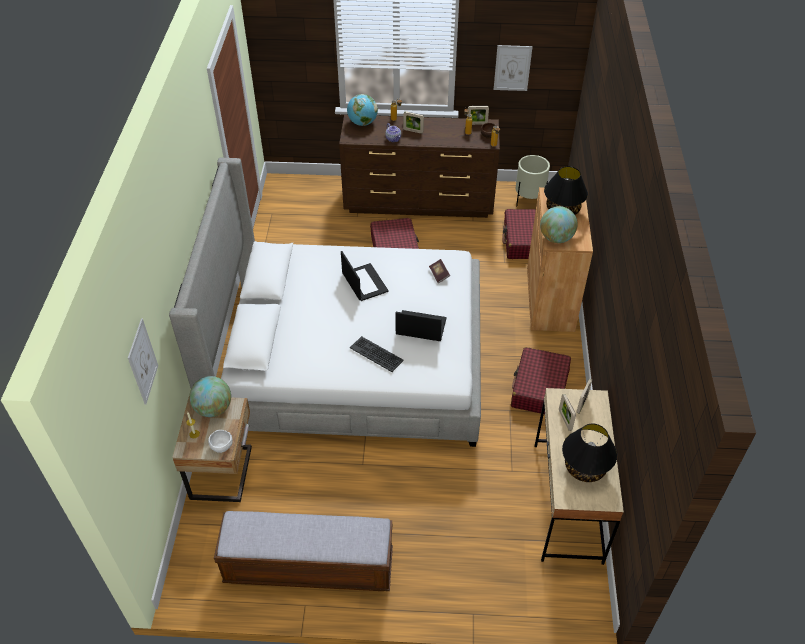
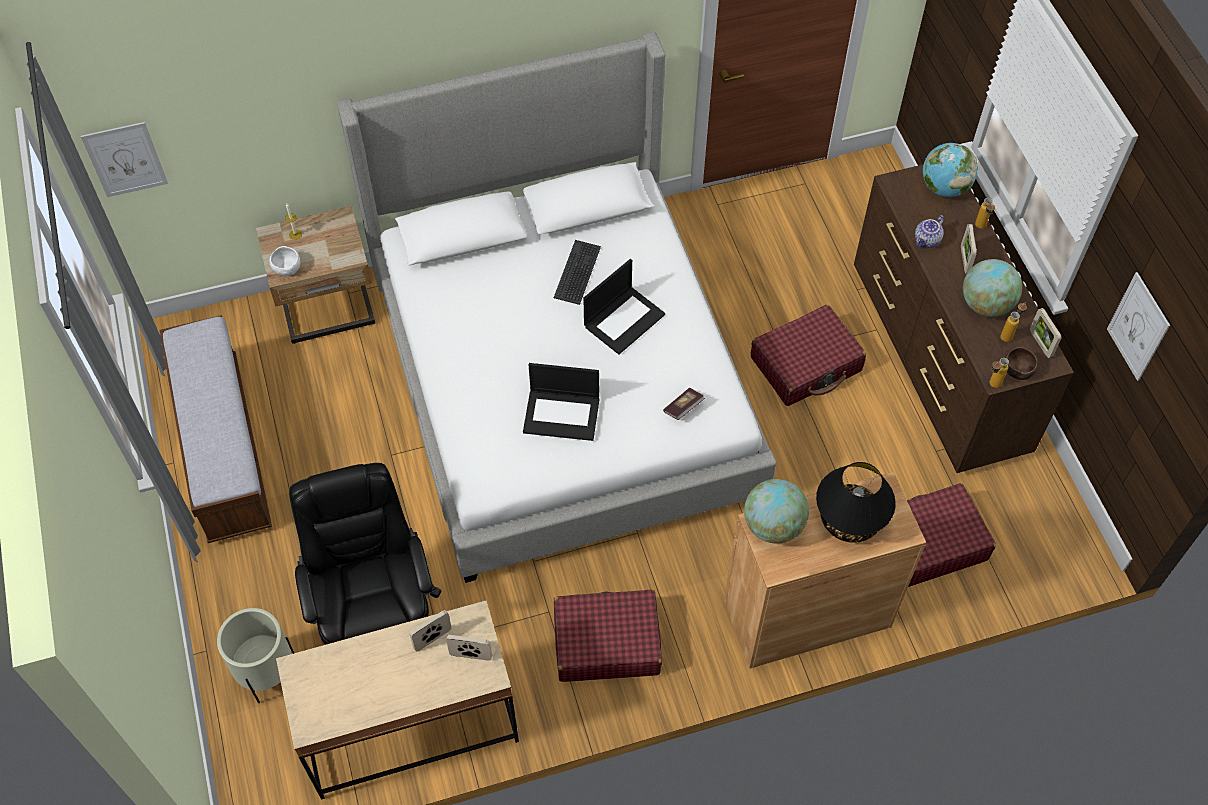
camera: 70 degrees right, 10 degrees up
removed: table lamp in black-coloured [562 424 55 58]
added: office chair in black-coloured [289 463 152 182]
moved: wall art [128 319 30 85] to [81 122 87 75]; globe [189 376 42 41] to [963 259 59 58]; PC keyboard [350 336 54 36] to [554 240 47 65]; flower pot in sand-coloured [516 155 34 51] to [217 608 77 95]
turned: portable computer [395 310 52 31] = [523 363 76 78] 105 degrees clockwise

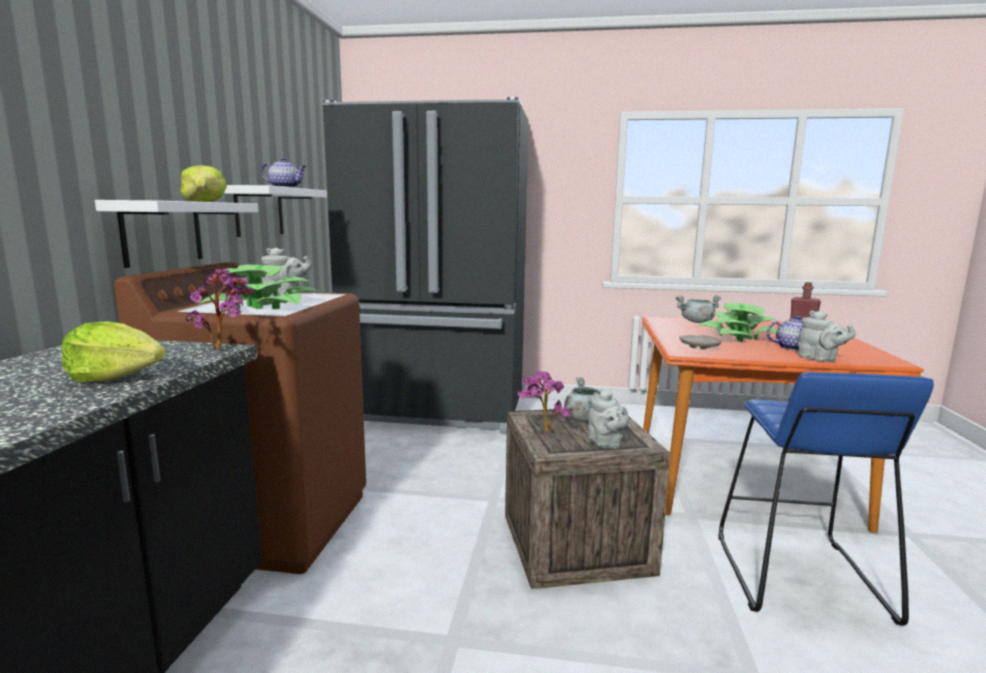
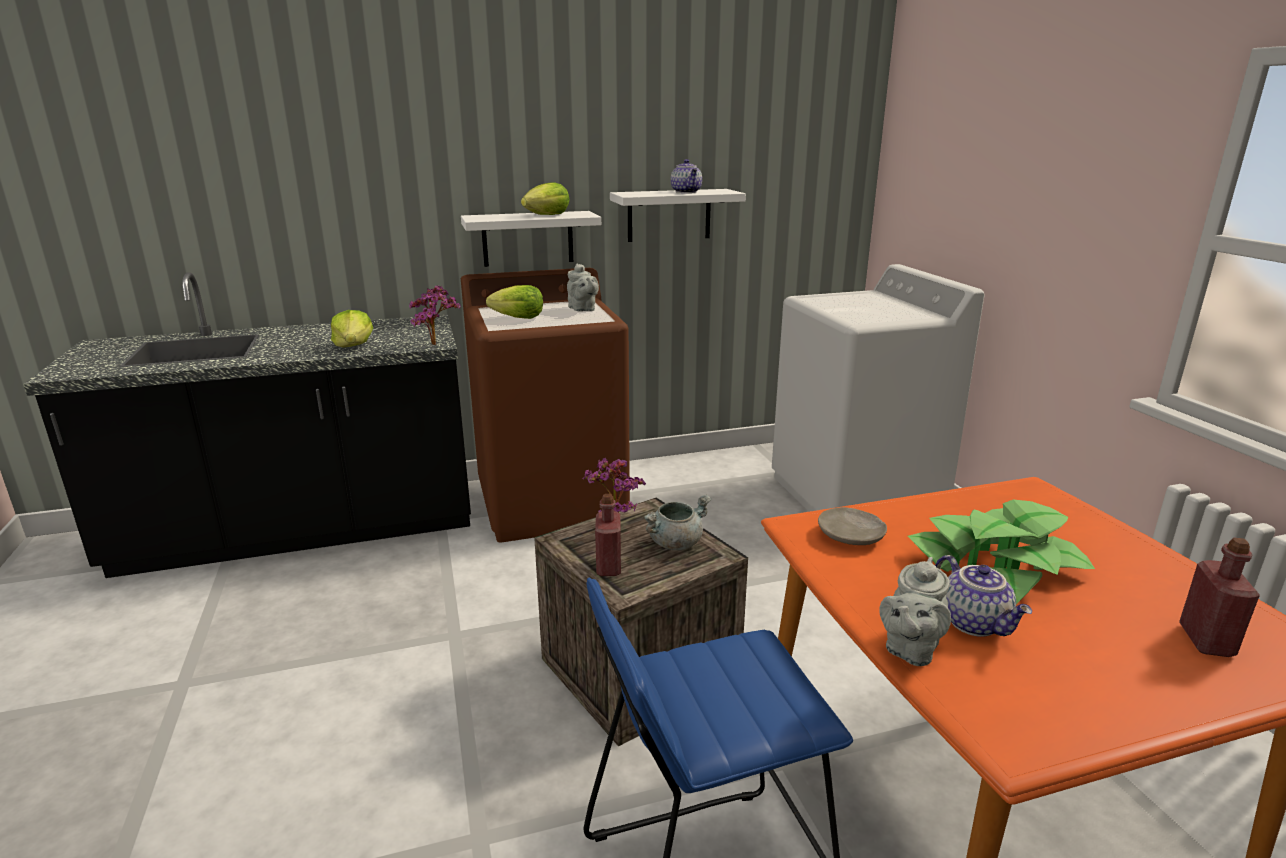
camera: 65 degrees right, 10 degrees up
removed: stockpot in gray [676 295 45 28]
replaced: houseplant [199 265 119 44] to head of lettuce [486 285 57 34]; kitchen fridge in black-coloured [322 97 207 336] to washing machine in whitish [772 264 212 248]; teapot in gray [588 388 41 60] to bottle in reddish [595 494 26 82]

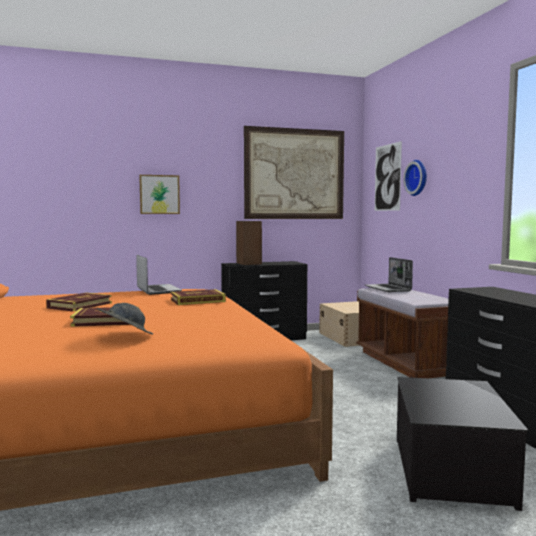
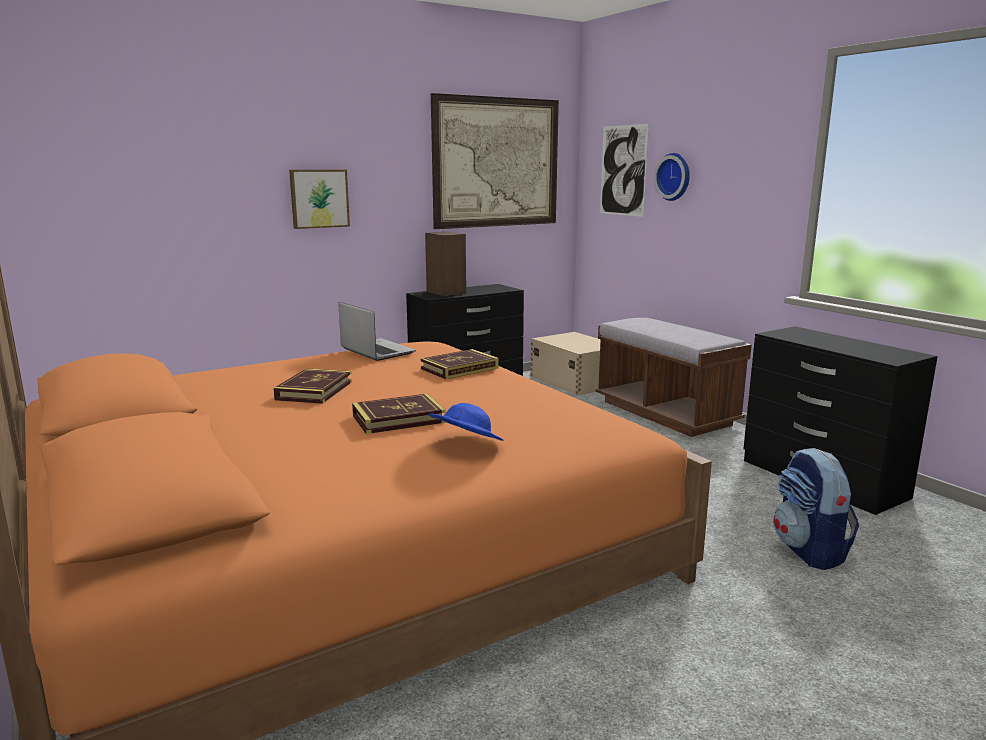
camera: 15 degrees left, 10 degrees up
removed: portable computer [365 257 48 35]
replaced: storage box [397 377 131 134] to knapsack [773 448 86 122]
recoloured: clothing hat in gray [97 303 56 32] to clothing hat in blue [429 403 75 38]

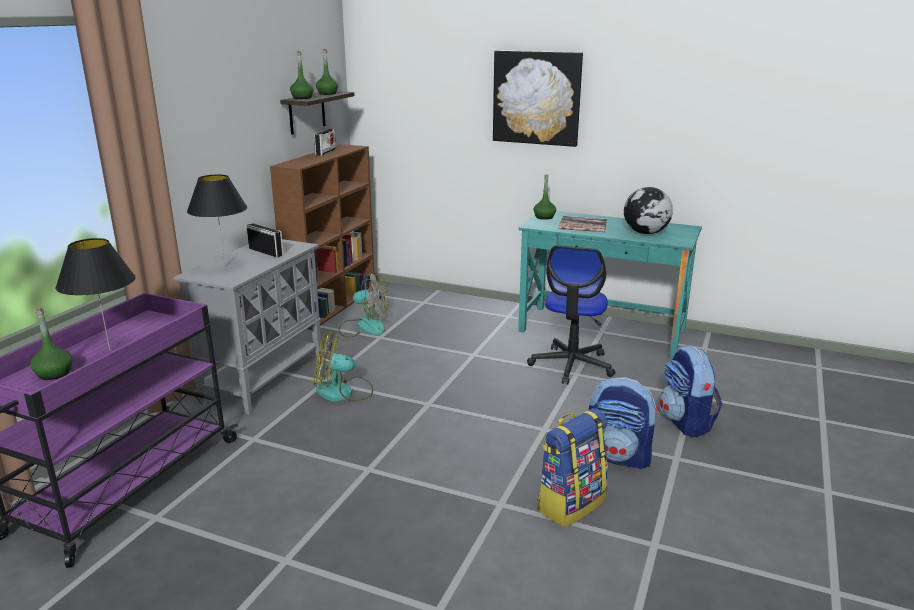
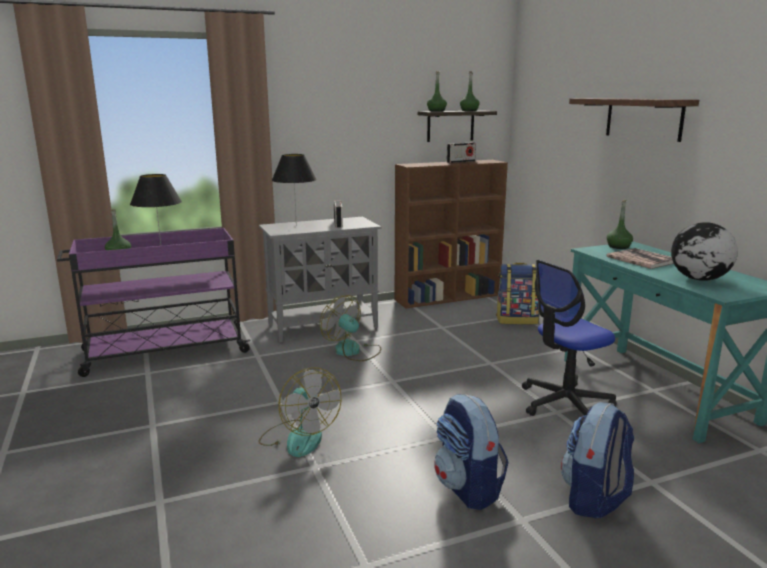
camera: 45 degrees right, 5 degrees down
moved: cooling fan [339 272 49 66] to [258 367 84 90]; knapsack [537 408 71 119] to [496 263 44 62]
replaced: wall art [493 50 90 97] to bracket shelf [569 98 130 44]

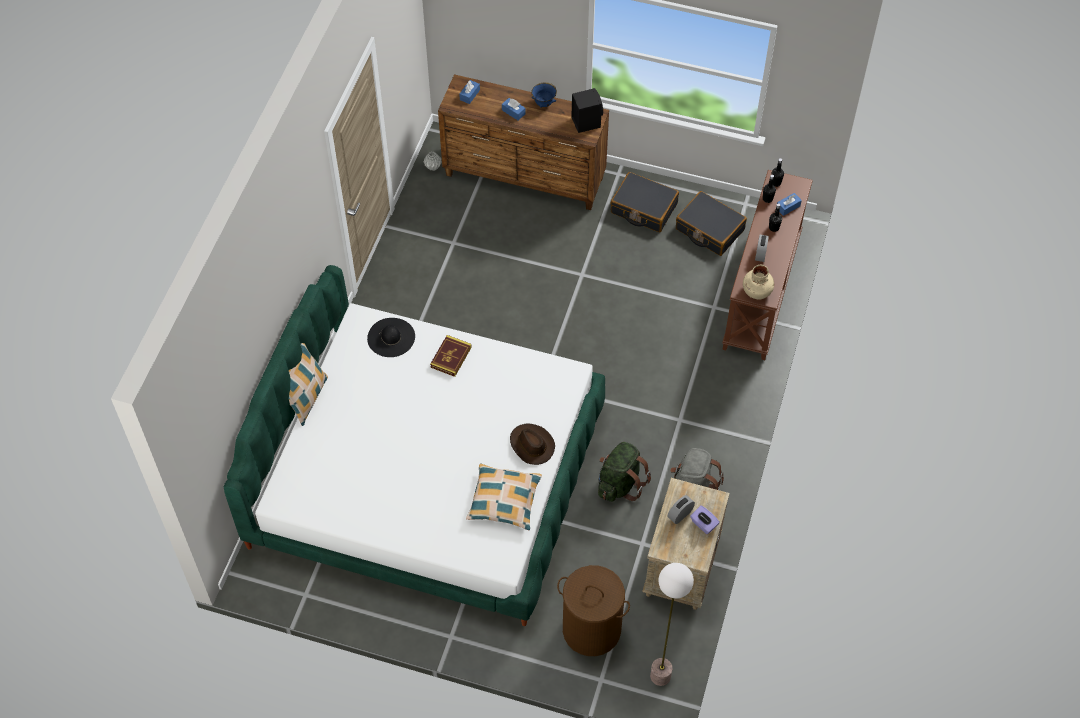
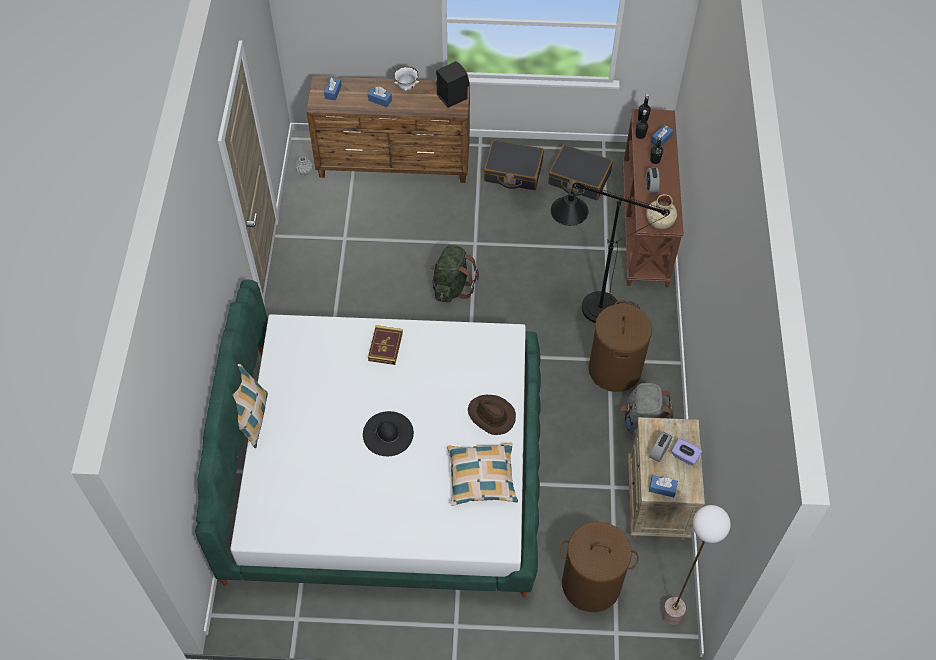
camera: 15 degrees left, 0 degrees up
added: floor lamp in black-coloured [551 182 119 141]; laundry basket in brown-coloured [588 300 64 92]; box of tissues in blue [649 475 29 23]
moved: clothing hat in black-coloured [367 318 48 39] to [363 411 51 45]; knapsack in greenish [598 442 53 60] to [430 245 49 58]
recoloured: bowl in blue [531 82 26 26] to bowl in whitish [394 66 25 25]

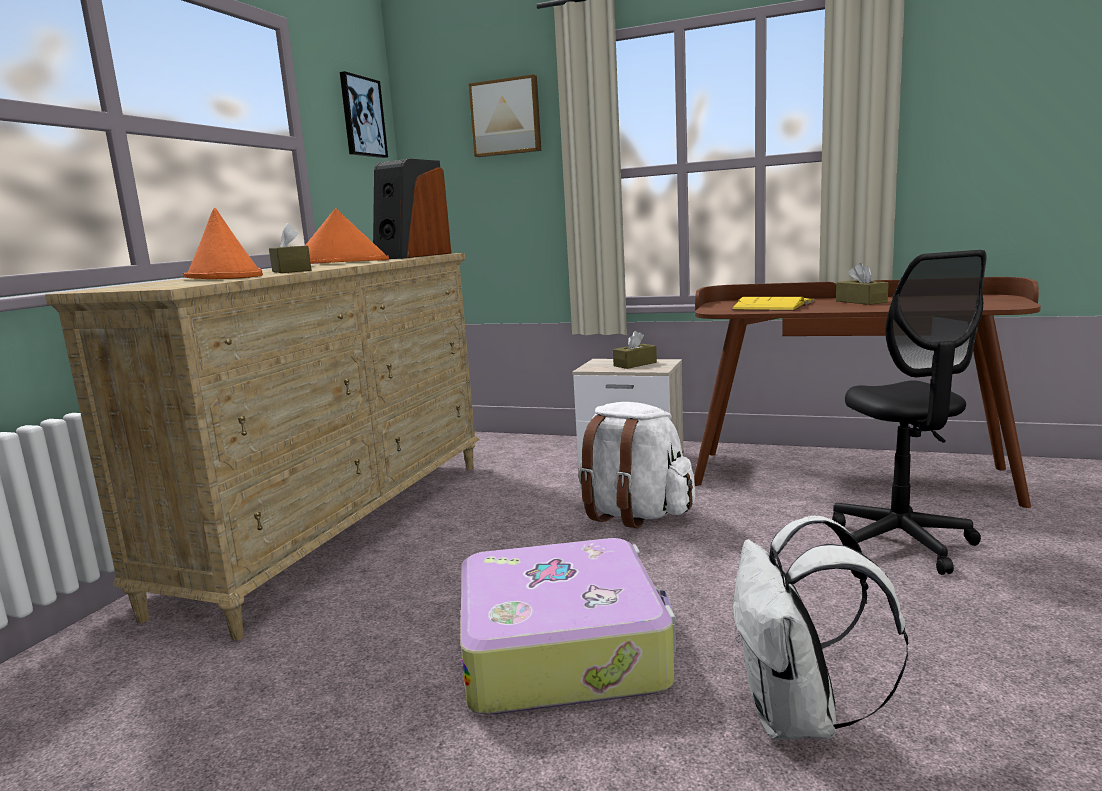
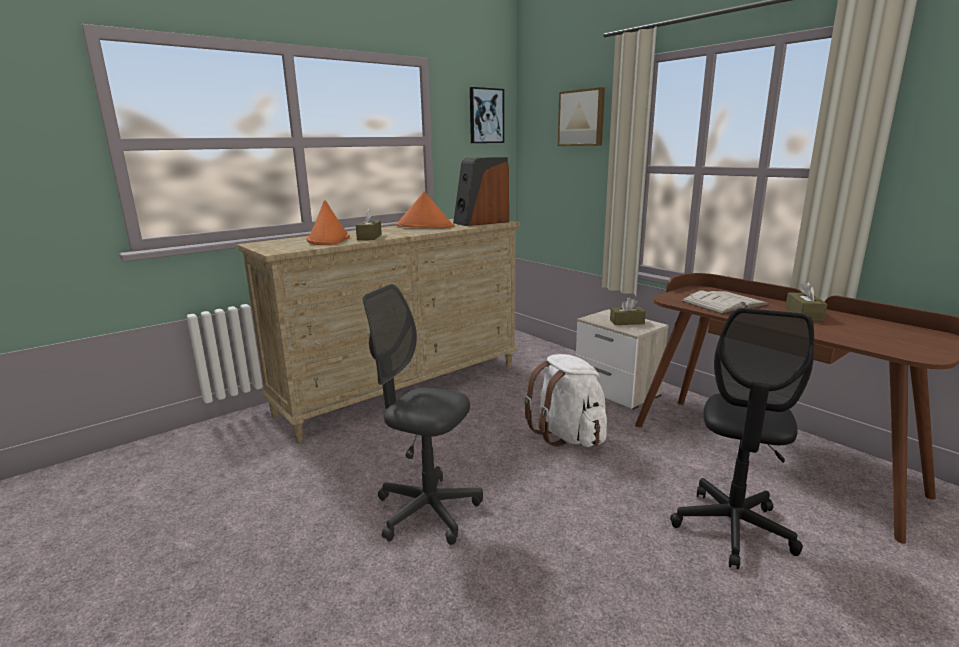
camera: 30 degrees right, 5 degrees up
removed: knapsack in whitish [733 516 176 224]
replaced: piece of luggage [461 538 215 177] to office chair in gray [363 284 120 261]
recoloured: bound book in yellow [731 297 84 14] to bound book in whitish [681 290 88 24]

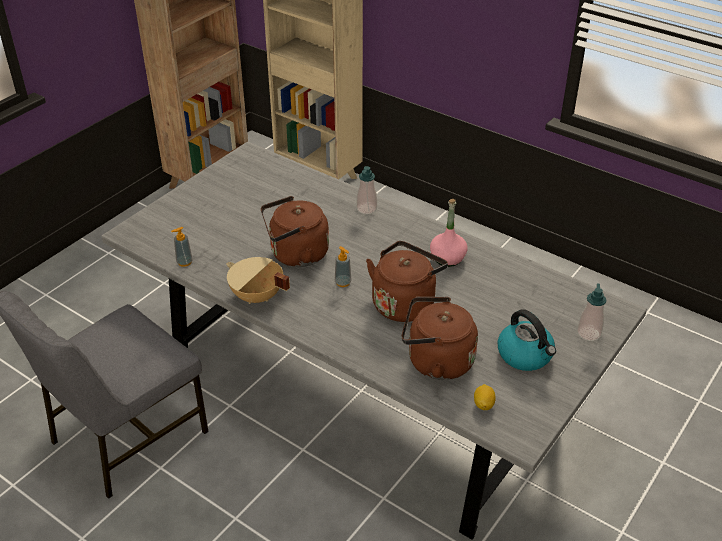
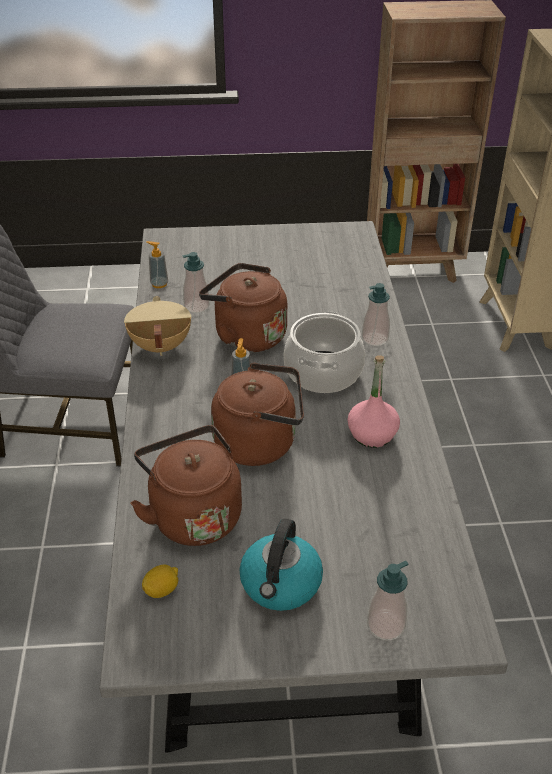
camera: 50 degrees right, 0 degrees up
added: soap dispenser [182 252 28 61]; stockpot [284 312 81 81]

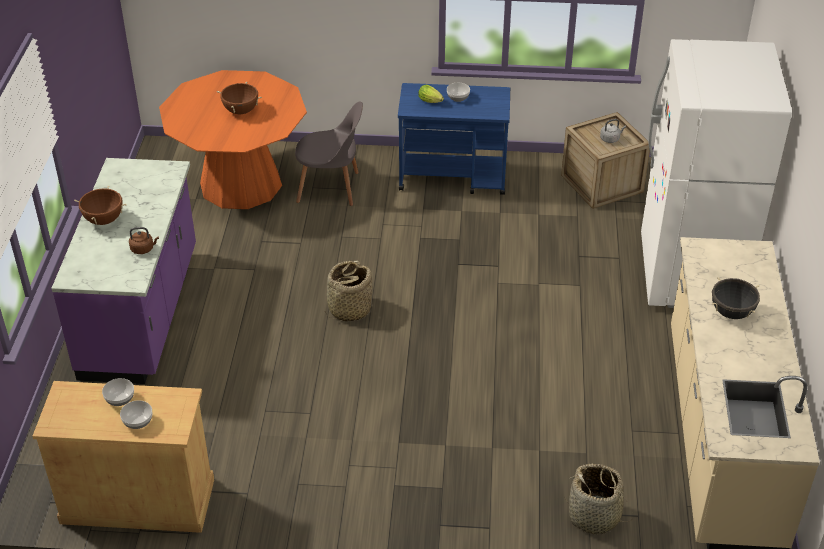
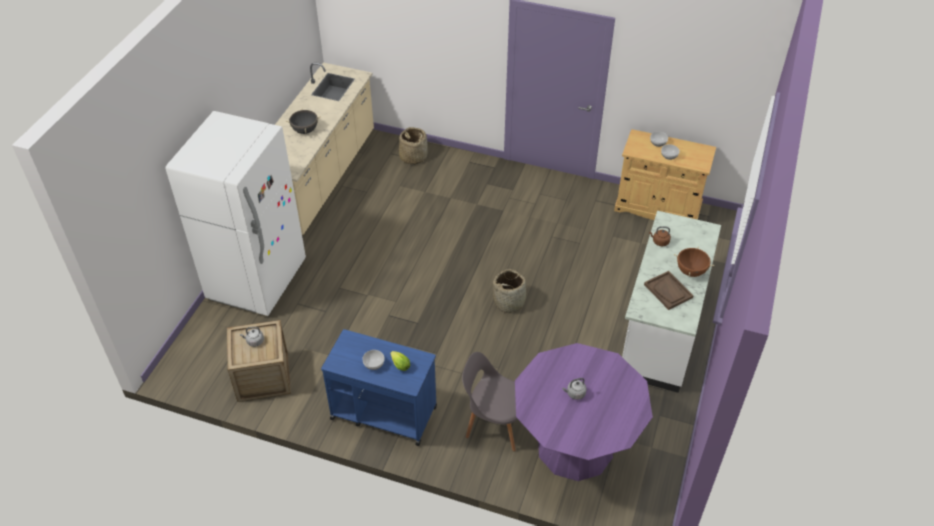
camera: 165 degrees left, 5 degrees up
added: tray in brown-coloured [644 271 49 39]
replaced: stockpot in brown-coloured [217 81 45 33] to kettle in gray [562 378 25 22]
recoloured: counter in purplish [51 158 145 226] to counter in whitish [622 211 99 182]; dinner table in orangey [159 70 148 139] to dinner table in purplish [515 343 138 138]

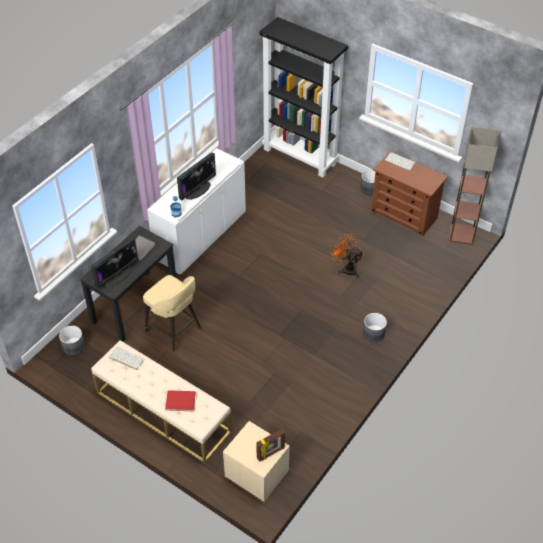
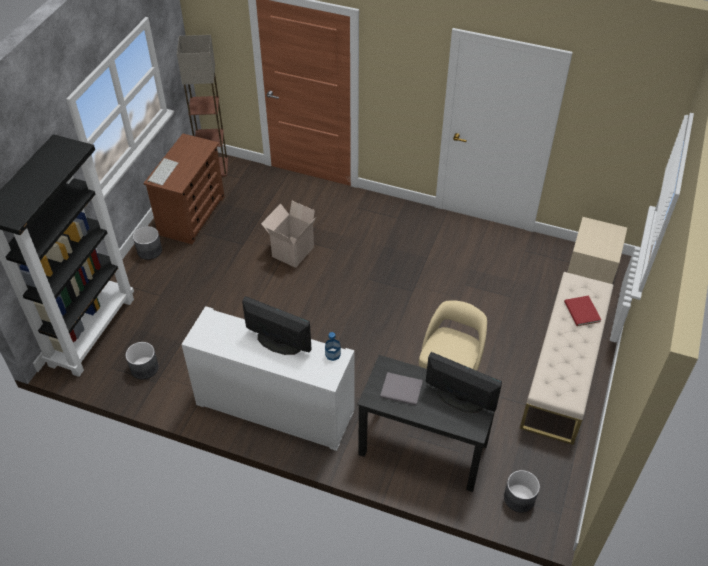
camera: 105 degrees left, 0 degrees up
removed: PC keyboard [109 347 36 23]; standing frame [256 429 29 33]
moved: flower pot in gray [363 313 24 29] to [126 342 33 37]
replaced: cooling fan in orangey [331 233 32 45] to carton [261 201 55 67]

